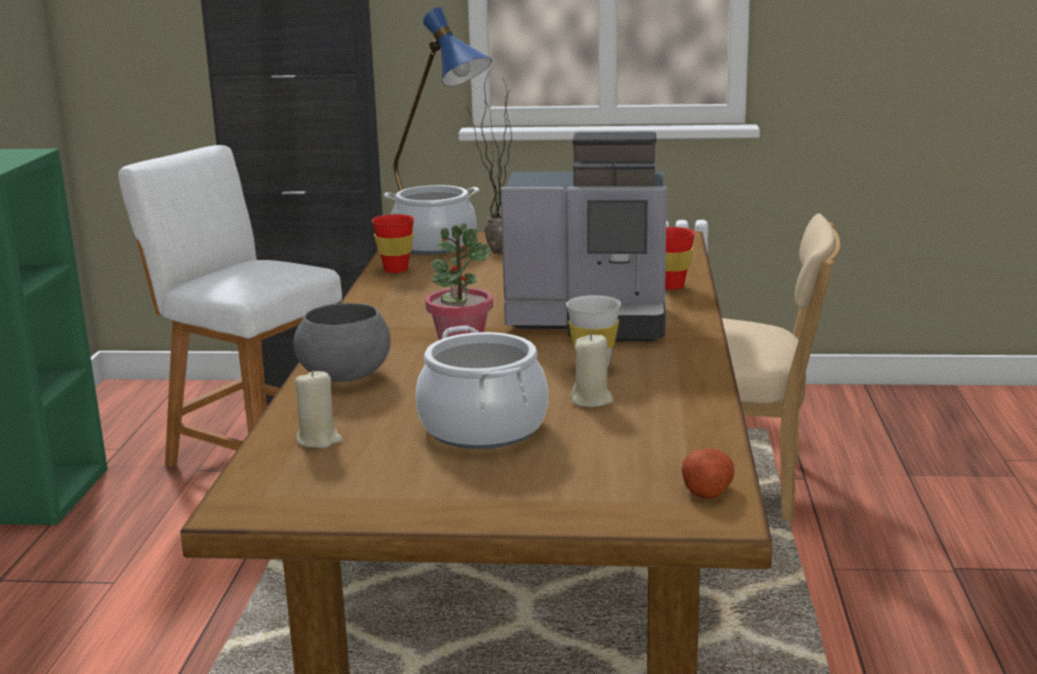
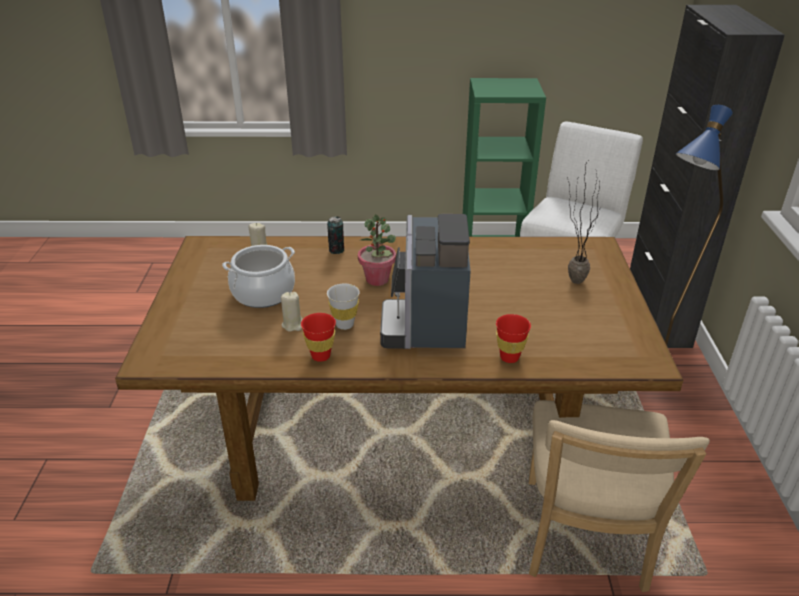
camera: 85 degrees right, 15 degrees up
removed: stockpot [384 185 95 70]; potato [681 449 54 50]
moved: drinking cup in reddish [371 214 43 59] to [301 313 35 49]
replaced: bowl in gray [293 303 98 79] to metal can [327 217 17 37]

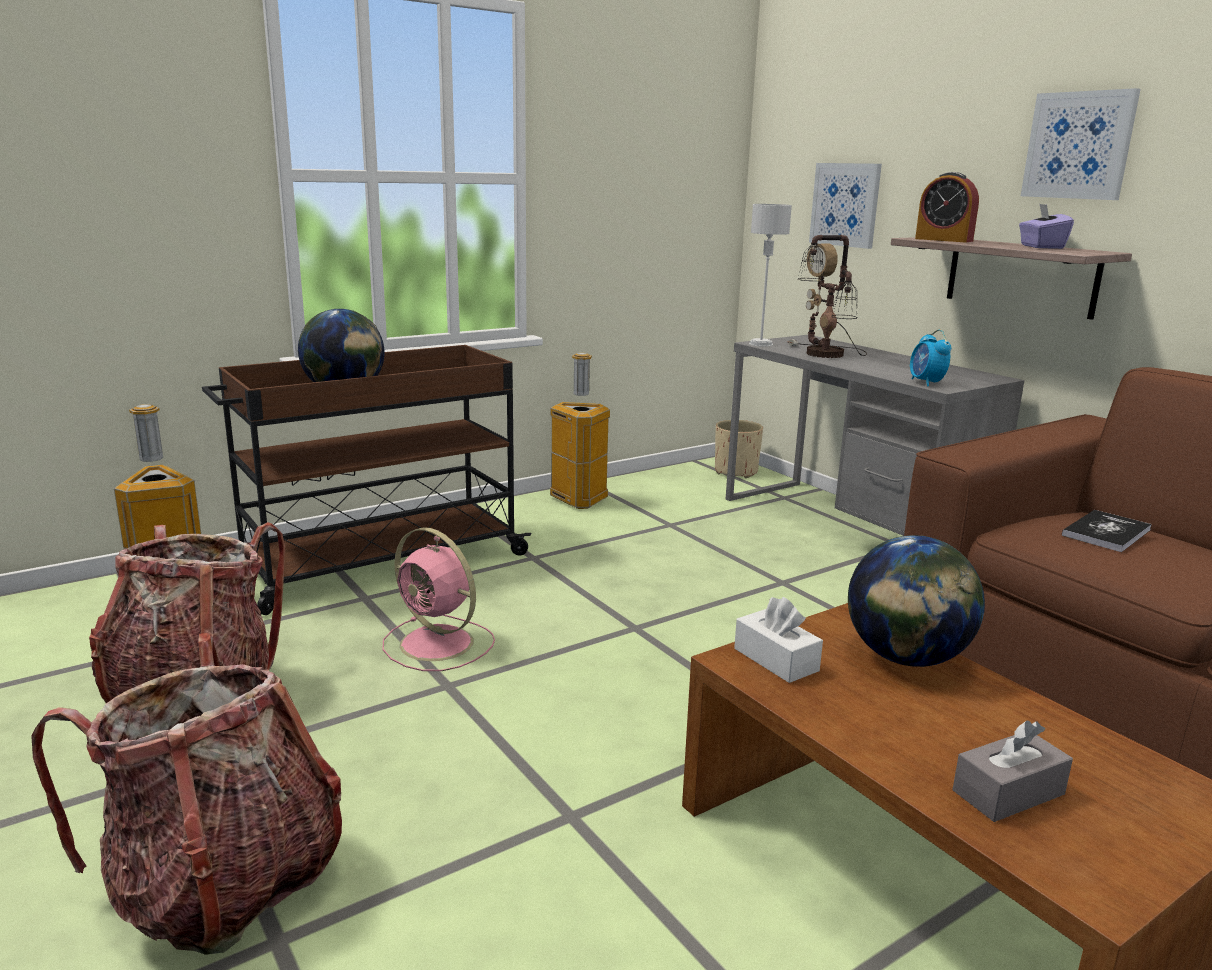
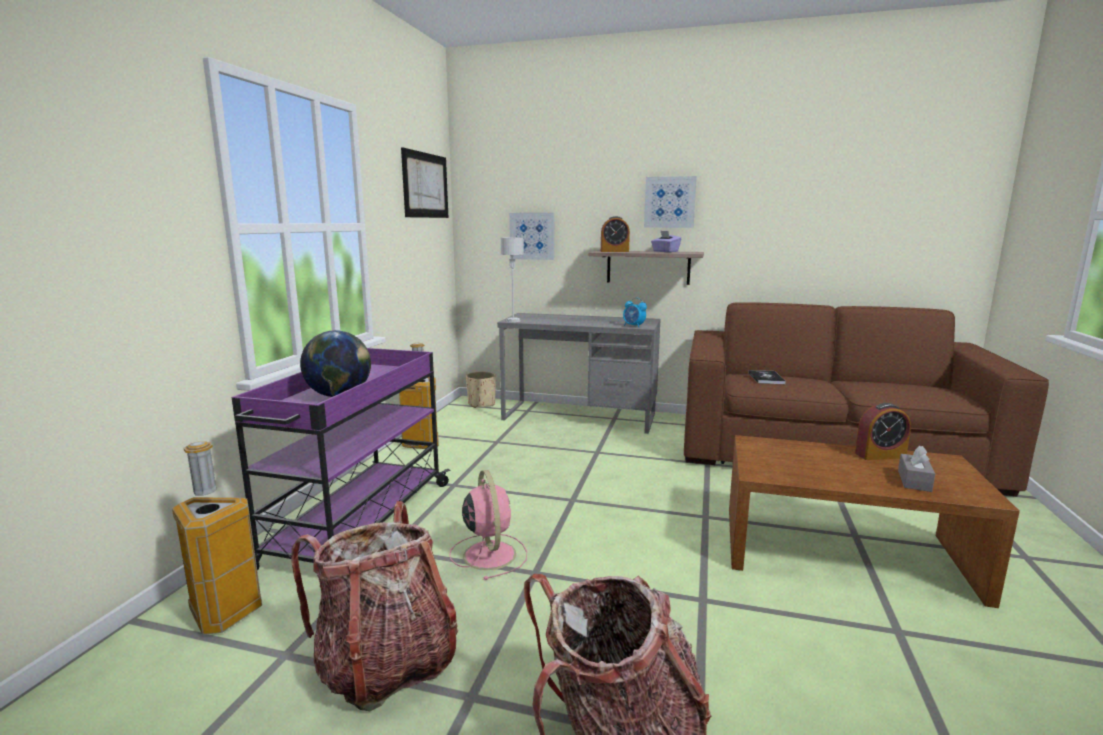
camera: 40 degrees left, 5 degrees down
removed: box of tissues in whitish [734 597 89 86]; table lamp [787 235 80 123]; globe [848 535 137 132]
added: wall art [401 147 48 71]; alarm clock [855 403 56 57]
recoloured: cart in brown-coloured [202 345 329 270] to cart in purplish [232 348 218 223]
turned: cooling fan in pinkish [383 527 112 144] = [449 470 78 110] 105 degrees counterclockwise

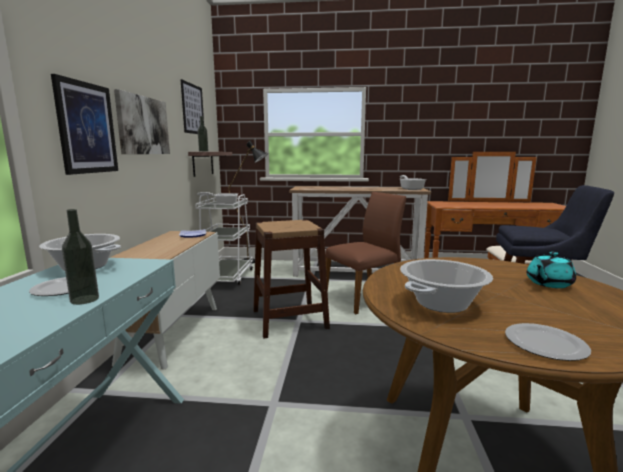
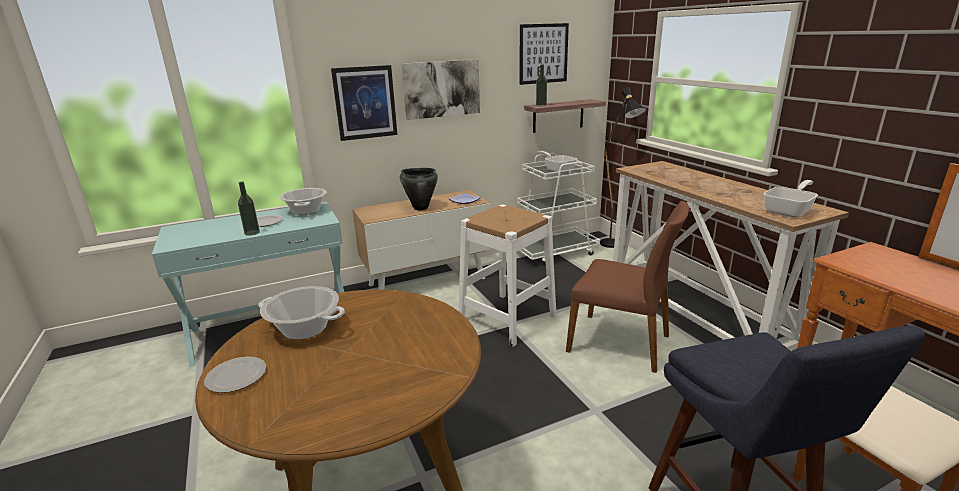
camera: 60 degrees right, 10 degrees up
removed: teapot in turquoise-coloured [526 252 50 36]
added: stockpot in black-coloured [400 168 38 42]
recoloured: stool seat in brown-coloured [253 220 77 118] to stool seat in whitish [458 204 99 143]

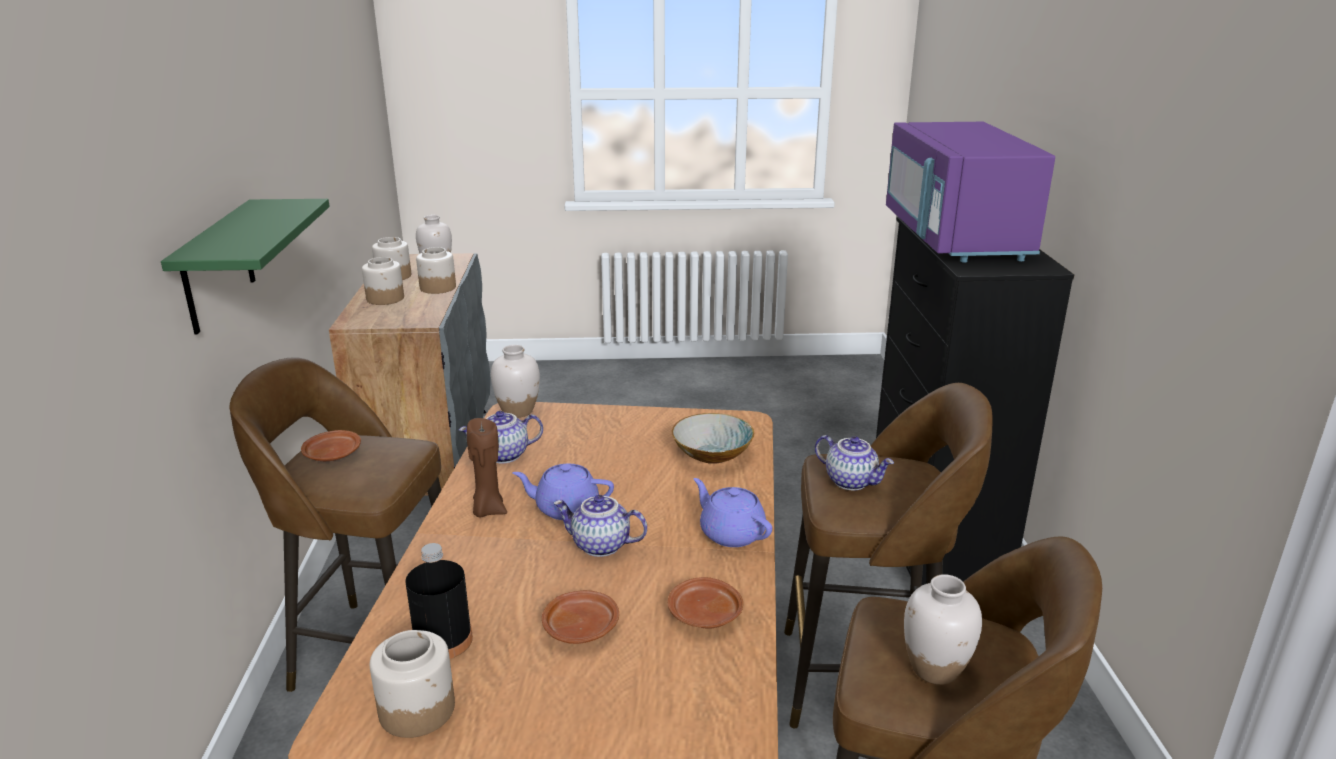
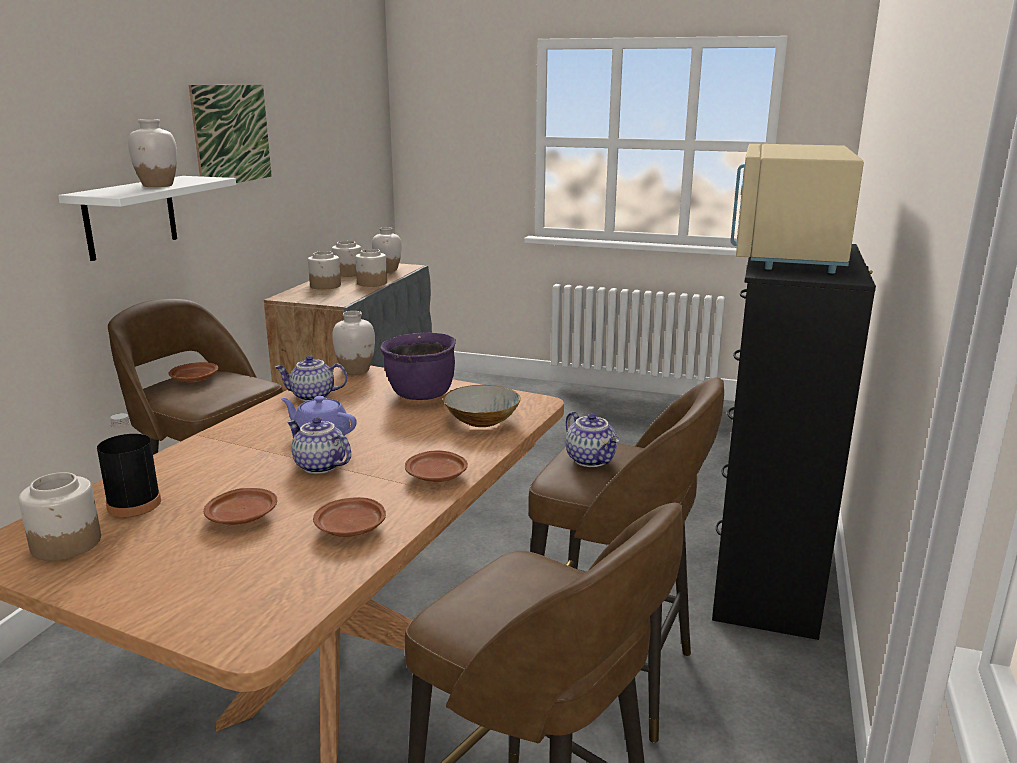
camera: 20 degrees right, 5 degrees down
removed: wax light in brown-coloured [467 418 40 100]
added: wall art [189 85 83 98]; stockpot in purplish [380 332 76 68]
moved: flower vase in whitish [904 574 78 111] to [128 119 49 68]
replaced: teapot in purplish [694 478 78 69] to flat dish in brown-coloured [405 450 63 32]
recoloured: bracket shelf in greenish [161 199 169 135] to bracket shelf in whitish [58 176 178 85]; microwave oven in purplish [886 122 169 141] to microwave oven in sand-coloured [731 144 133 129]

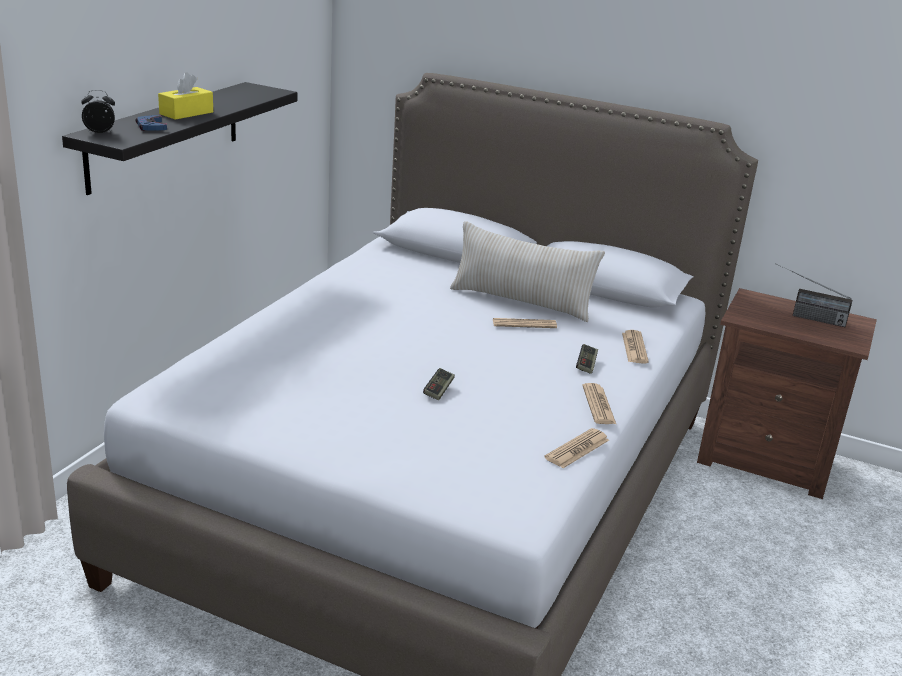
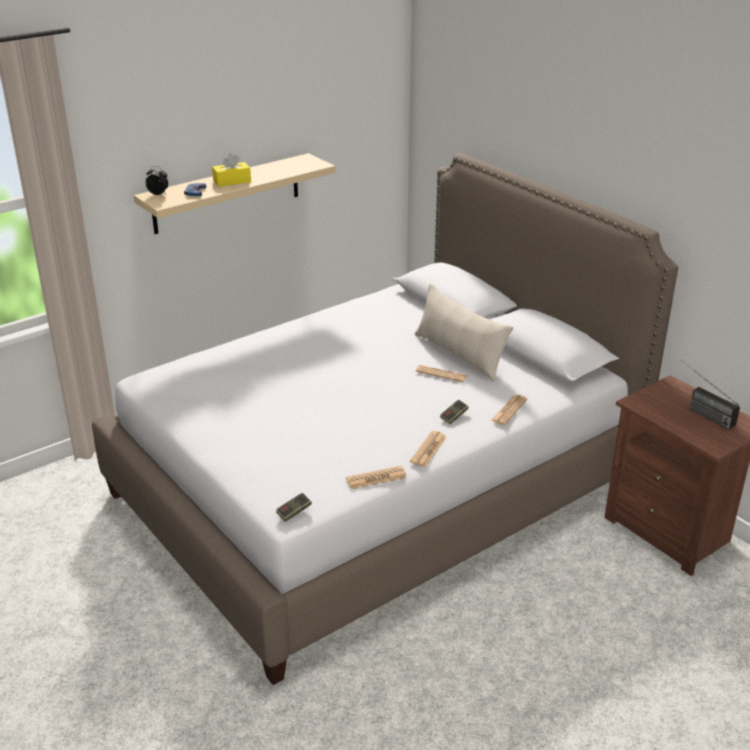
camera: 30 degrees right, 5 degrees up
moved: gamepad [423 368 32 32] to [276 493 36 29]
recoloured: bracket shelf in black-coloured [62 82 235 113] to bracket shelf in sand-coloured [134 153 201 81]

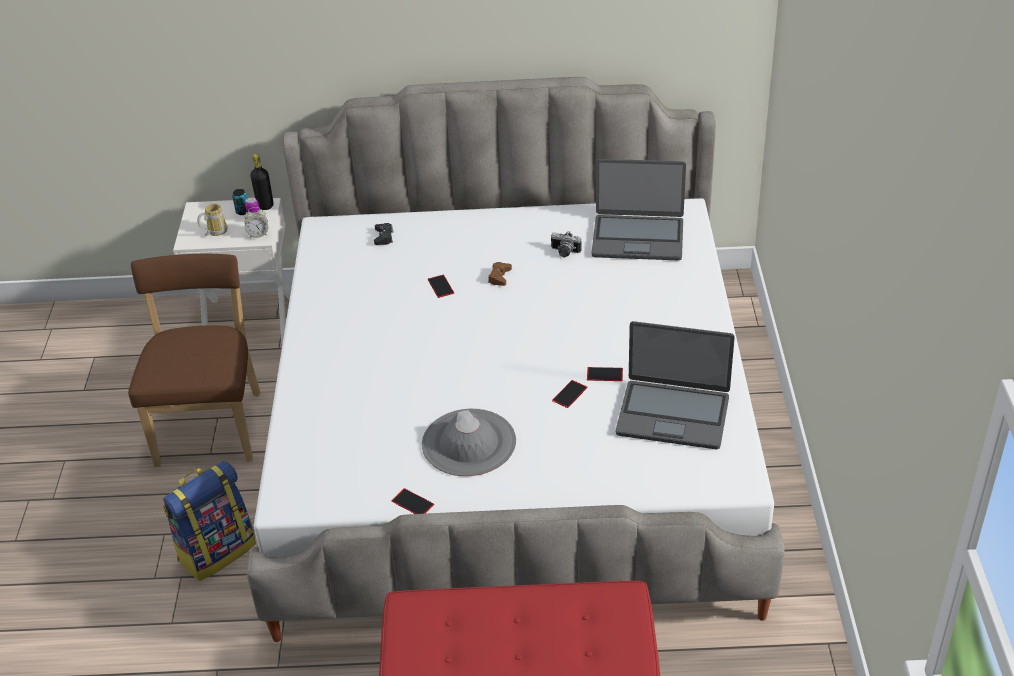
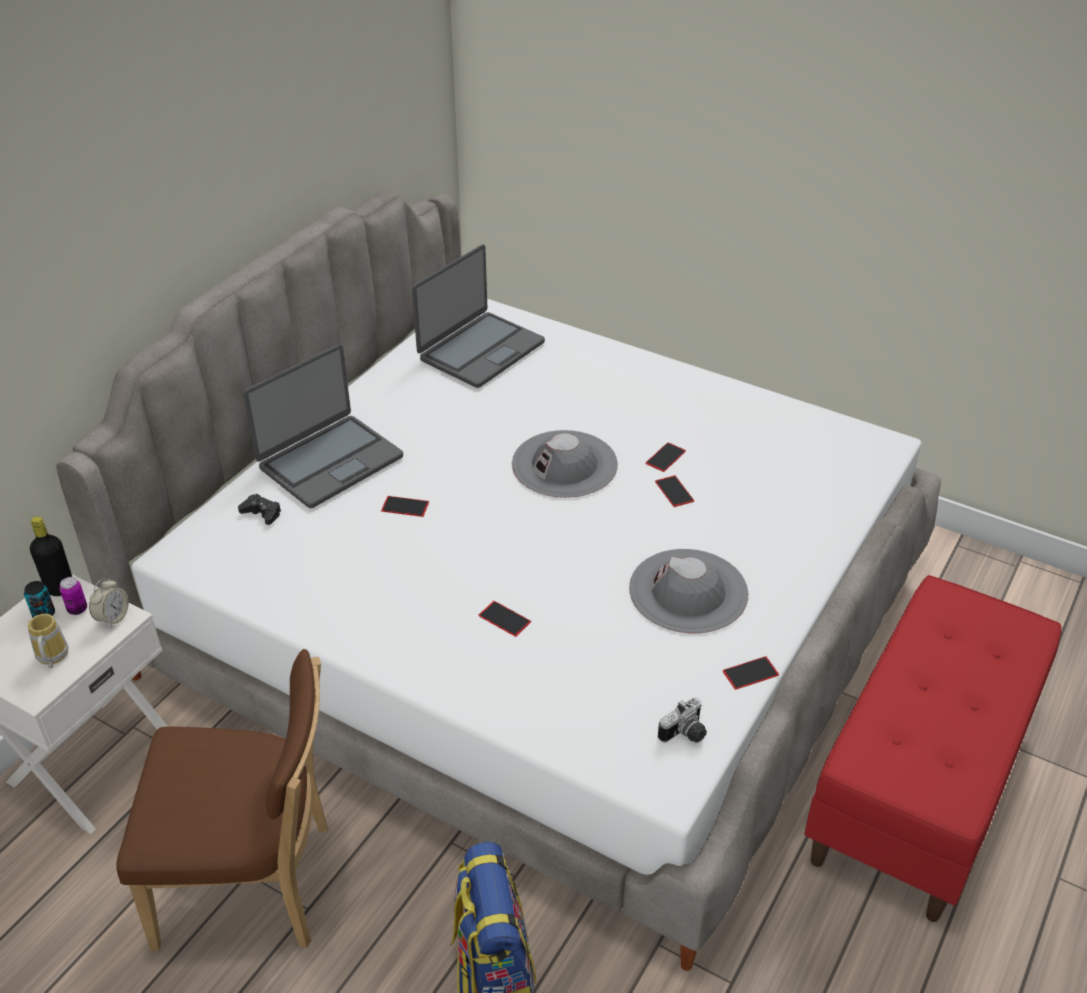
camera: 60 degrees left, 0 degrees up
removed: gamepad in brown-coloured [488 262 24 24]
added: telephone [479 601 52 36]; clothing hat in gray [512 430 106 68]
moved: still camera [551 231 30 26] to [658 697 49 46]; portable computer [616 321 119 128] to [243 344 160 164]
turned: upright chair in brown-coloured [128 254 133 213] = [116 649 212 302] 150 degrees clockwise

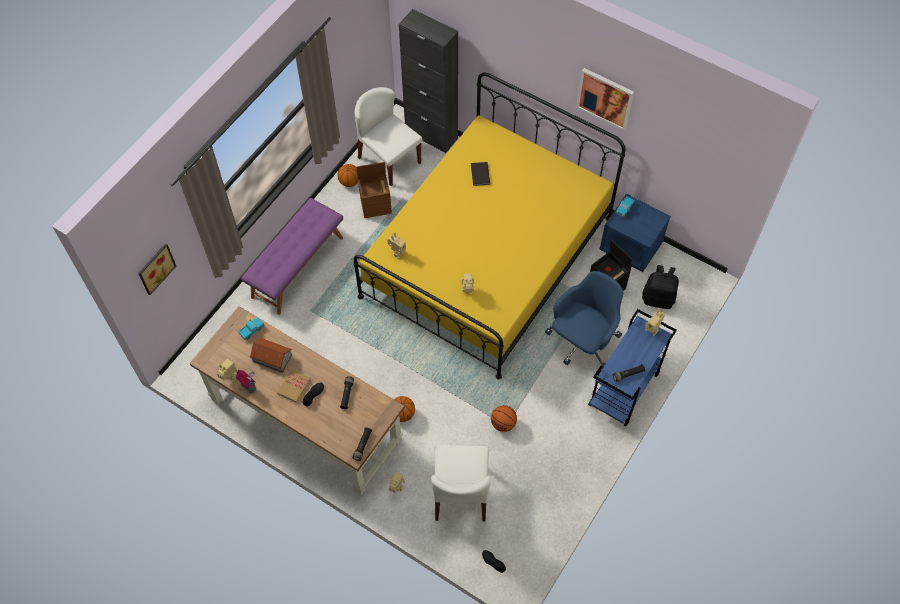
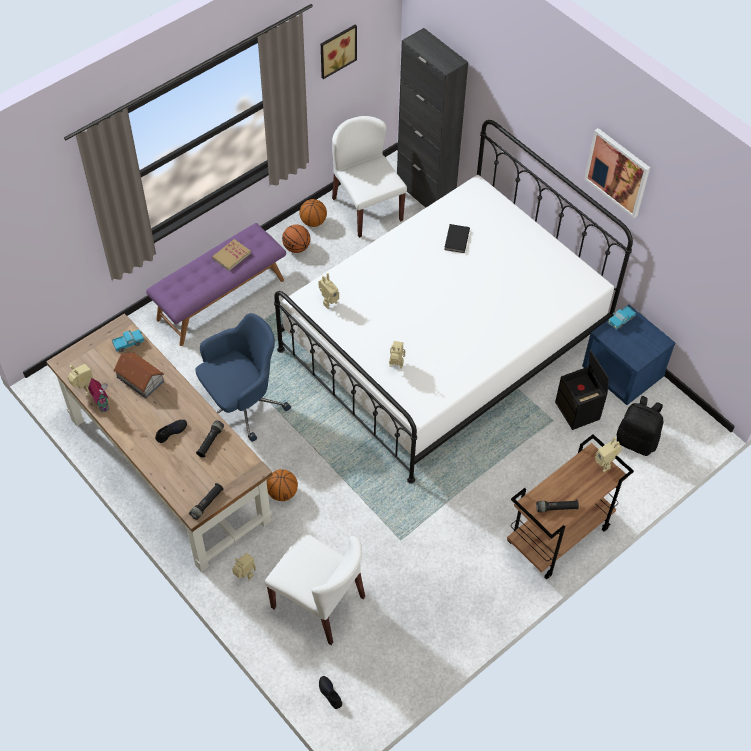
camera: 15 degrees right, 5 degrees down
removed: storage box in brown-coloured [357 162 35 56]
moved: wall art [138 243 38 52] to [321 25 36 54]; bound book [277 369 34 34] to [212 239 39 32]; basketball [491 405 26 27] to [282 225 28 28]; office chair in blue [545 271 78 98] to [195 313 96 129]
recoloured: sleeping bed in yellow [353 73 273 306] to sleeping bed in whitish [274 120 359 364]; cart in blue [588 309 89 117] to cart in brown-coloured [507 434 127 145]
turned: upright chair in whitish [431 445 60 77] = [265 531 100 114] 75 degrees counterclockwise

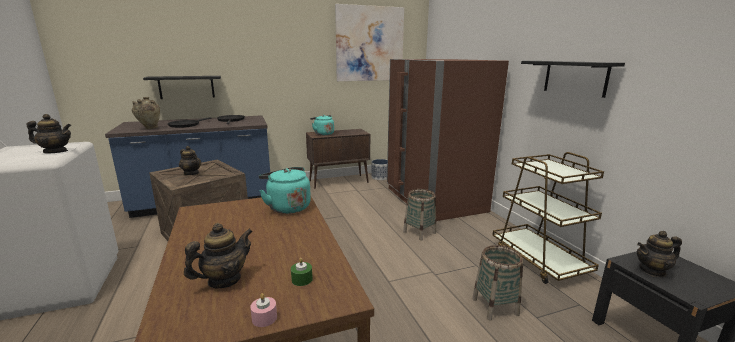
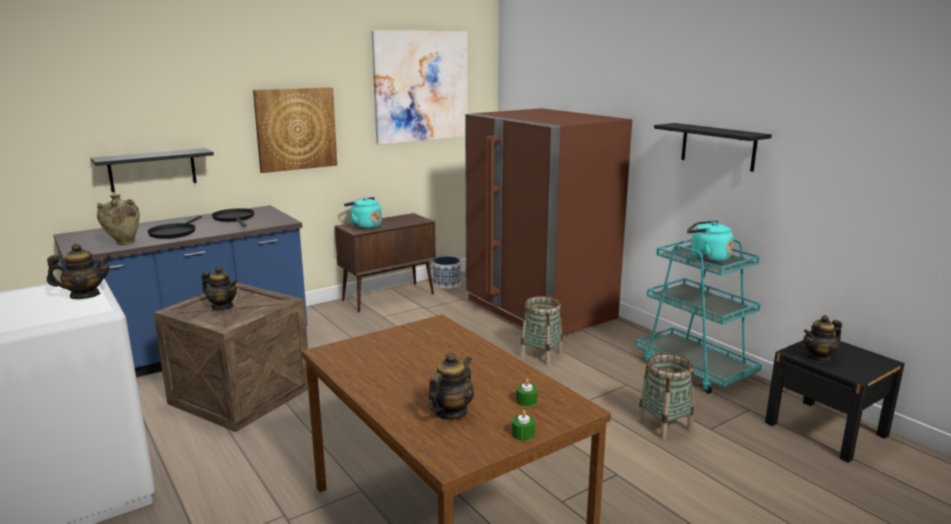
camera: 15 degrees left, 0 degrees up
added: wall art [253 87 84 86]
moved: kettle in turquoise-coloured [259 167 52 47] to [687 220 46 43]
recoloured: wax light in pinkish [250 293 27 34] to wax light in greenish [512 410 23 31]; cart in brown-coloured [492 152 112 132] to cart in turquoise-coloured [635 239 127 155]

